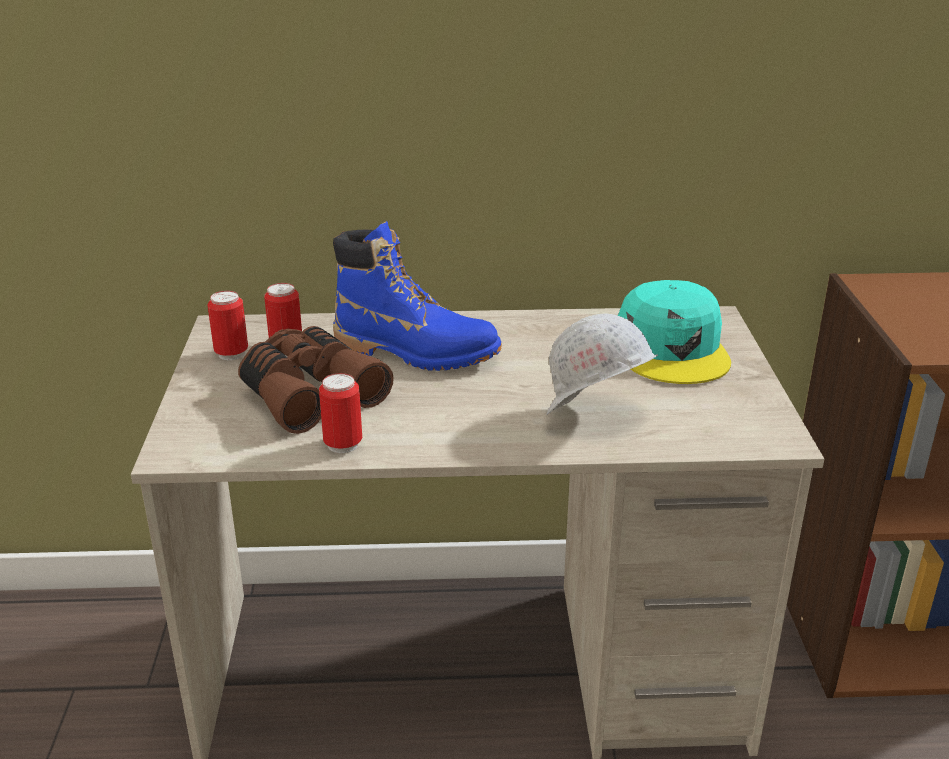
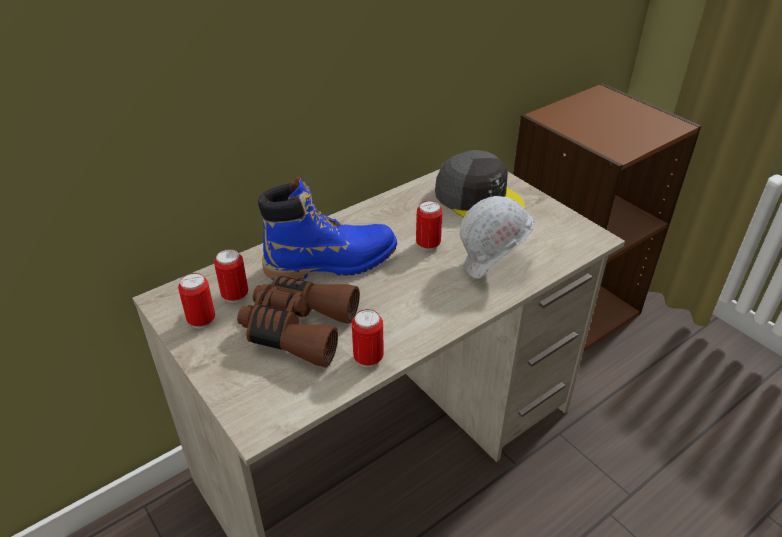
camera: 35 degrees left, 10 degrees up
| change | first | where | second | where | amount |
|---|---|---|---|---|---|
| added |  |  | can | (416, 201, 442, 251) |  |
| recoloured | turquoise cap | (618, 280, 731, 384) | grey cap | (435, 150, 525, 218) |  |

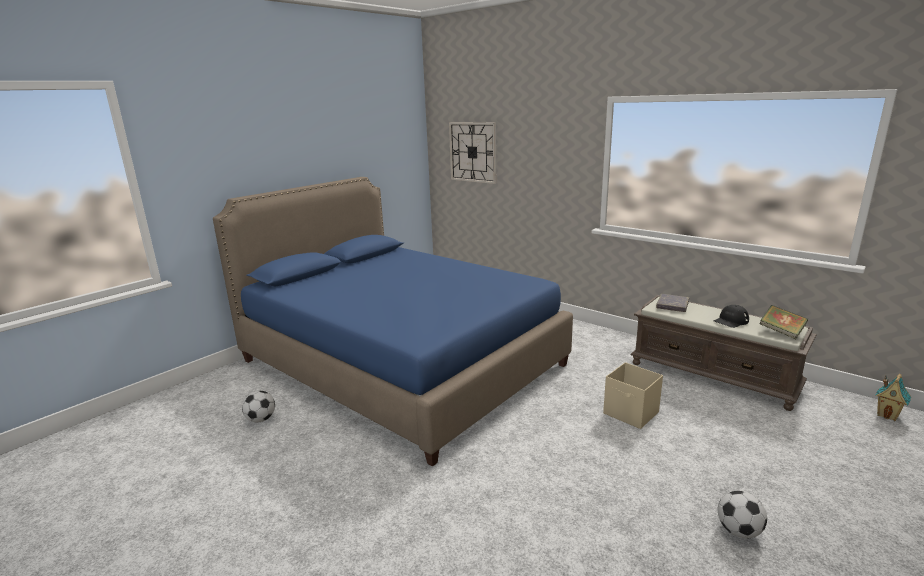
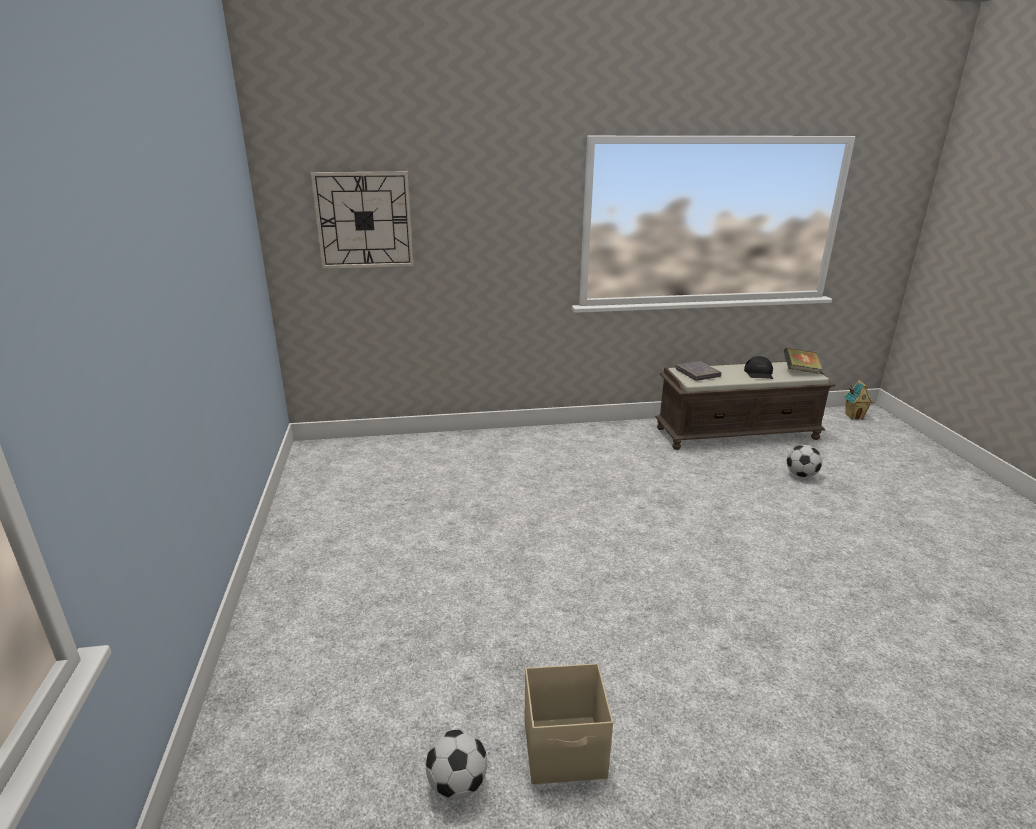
camera: 50 degrees left, 5 degrees up
| change | first | where | second | where | amount |
|---|---|---|---|---|---|
| moved | beige storage box | (603, 362, 663, 429) |  | (525, 663, 613, 784) |  |
| moved | football | (718, 491, 767, 538) |  | (787, 445, 822, 478) |  |
| removed | blue bed | (213, 177, 573, 467) |  |  |  |

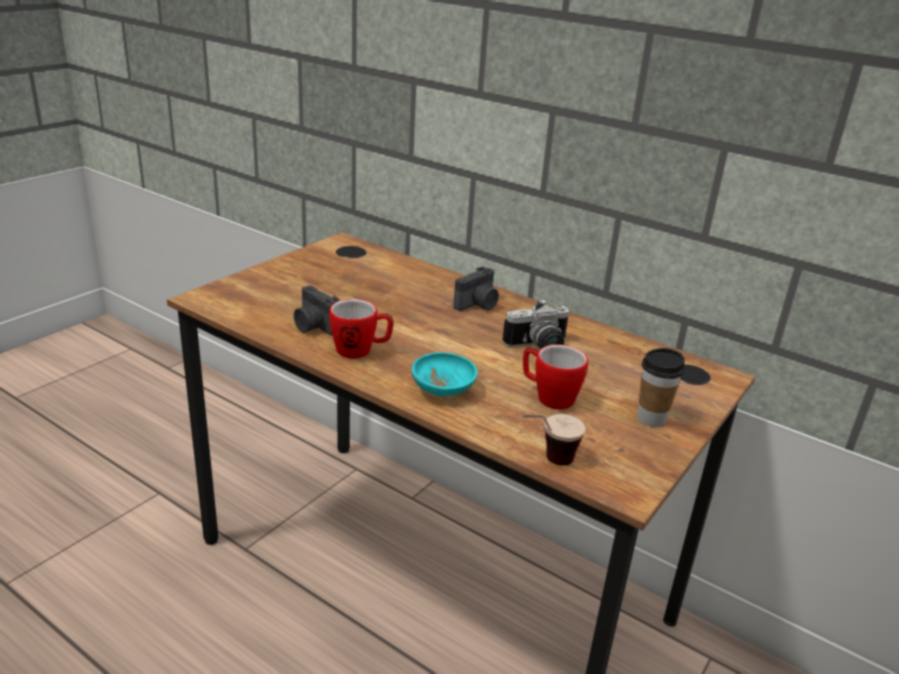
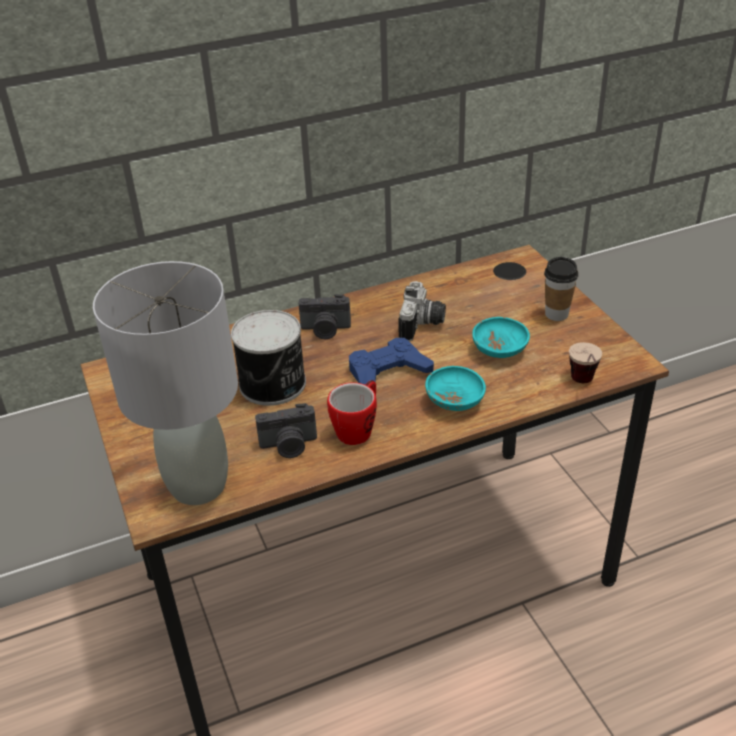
camera: 55 degrees left, 10 degrees up
| change | first | where | second | where | amount |
|---|---|---|---|---|---|
| added |  |  | grey table lamp | (93, 261, 238, 505) |  |
| added |  |  | can | (231, 310, 306, 406) |  |
| turned | photo camera | (453, 266, 499, 311) |  | (299, 294, 351, 339) | 105 degrees clockwise |
| added |  |  | blue game controller | (349, 338, 434, 385) |  |
| replaced | mug | (523, 344, 588, 409) | turquoise bowl | (472, 317, 530, 358) |  |

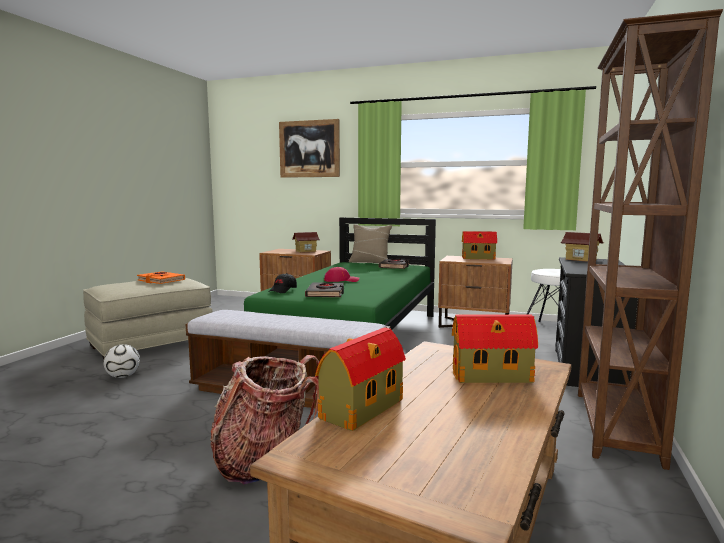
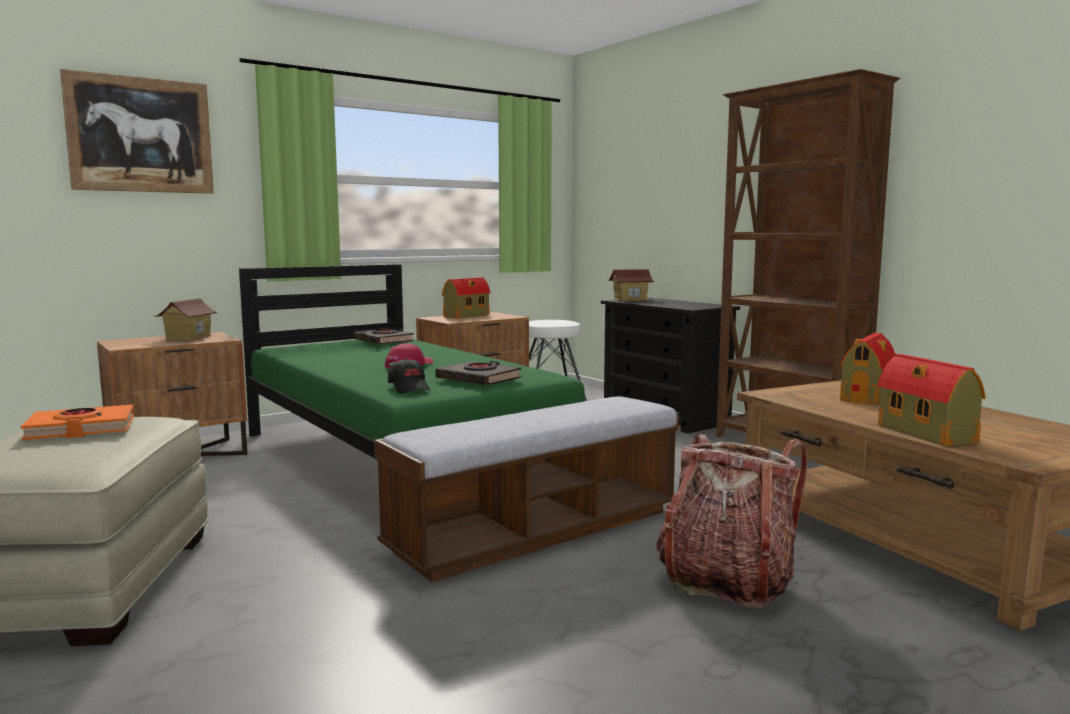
camera: 55 degrees left, 0 degrees up
| change | first | where | second | where | amount |
|---|---|---|---|---|---|
| removed | football | (103, 344, 140, 378) |  |  |  |
| removed | beige pillow | (349, 224, 392, 263) |  |  |  |

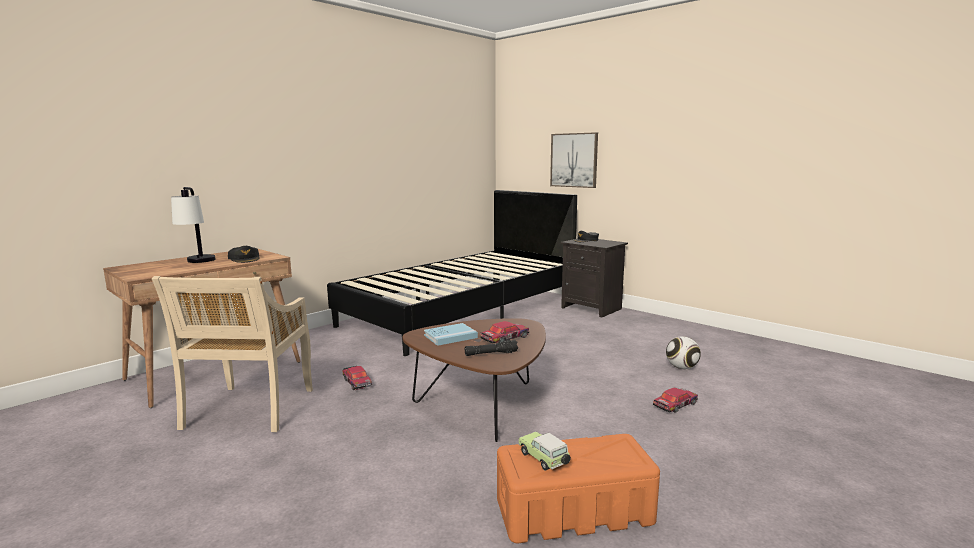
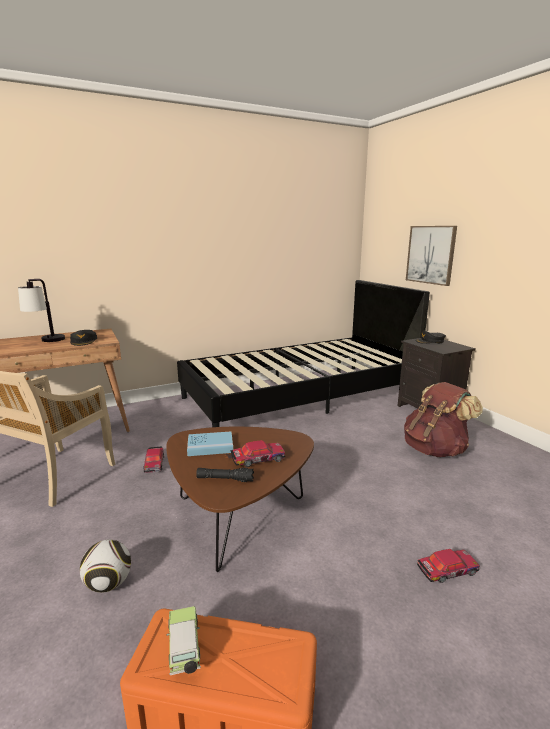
camera: 20 degrees right, 5 degrees up
| change | first | where | second | where | amount |
|---|---|---|---|---|---|
| moved | football | (666, 336, 701, 369) |  | (80, 539, 131, 593) |  |
| added |  |  | brown backpack | (404, 382, 483, 457) |  |

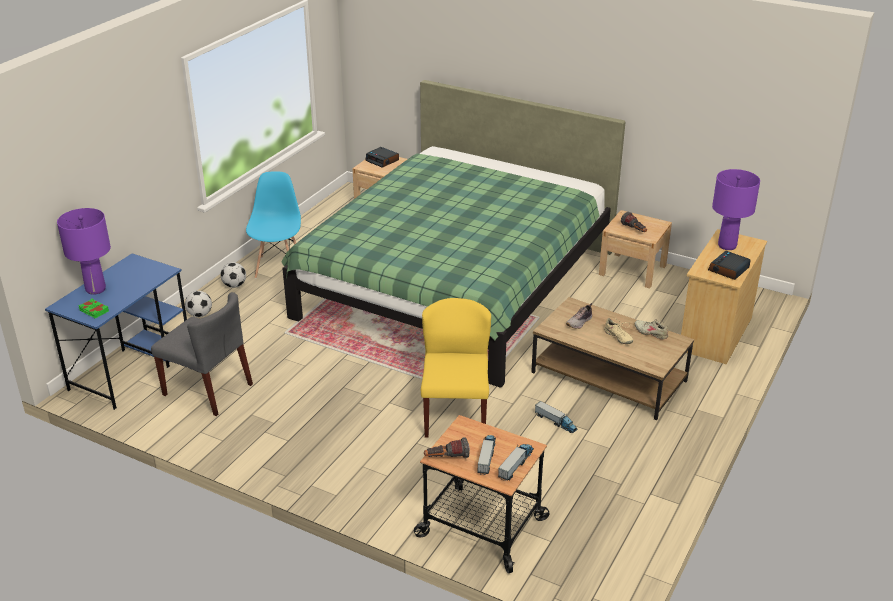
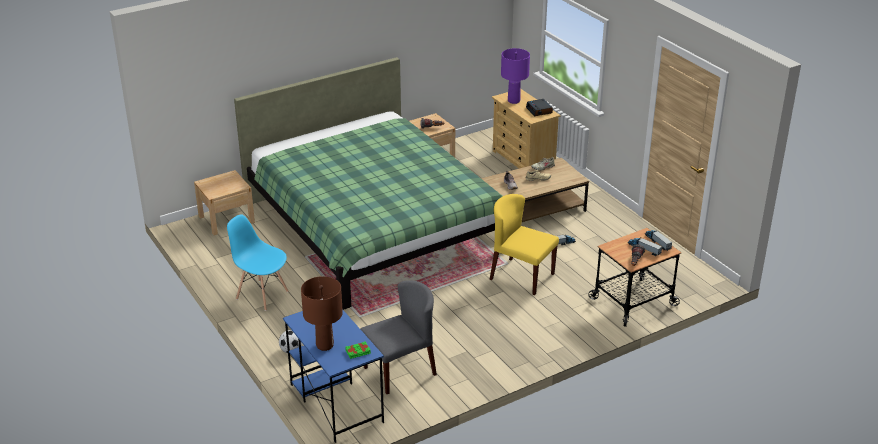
camera: 60 degrees left, 0 degrees up
| change | first | where | second | where | amount |
|---|---|---|---|---|---|
| recoloured | purple table lamp | (57, 208, 111, 295) | brown table lamp | (301, 276, 343, 351) |  |
| removed | football | (221, 262, 246, 288) |  |  |  |
| removed | alarm clock | (366, 147, 399, 168) |  |  |  |

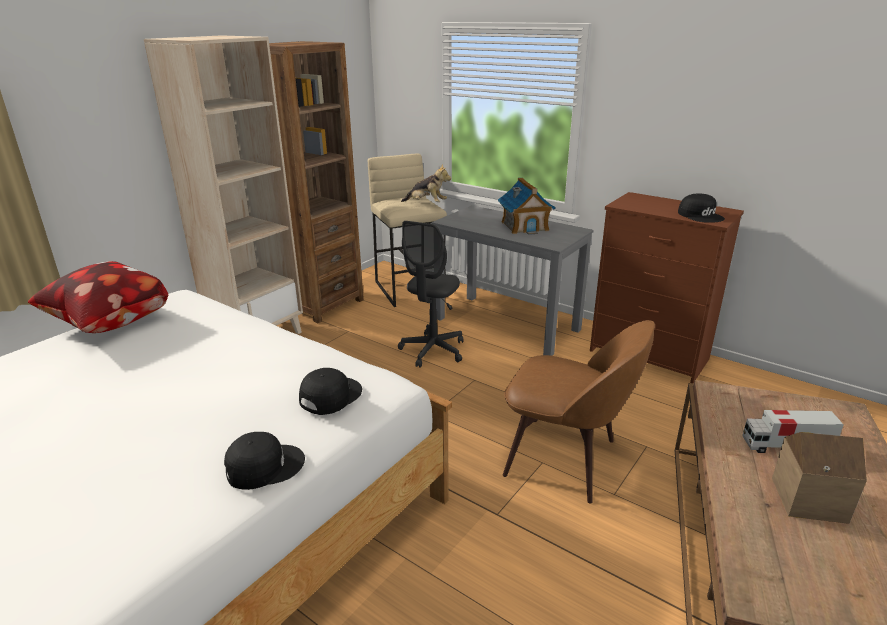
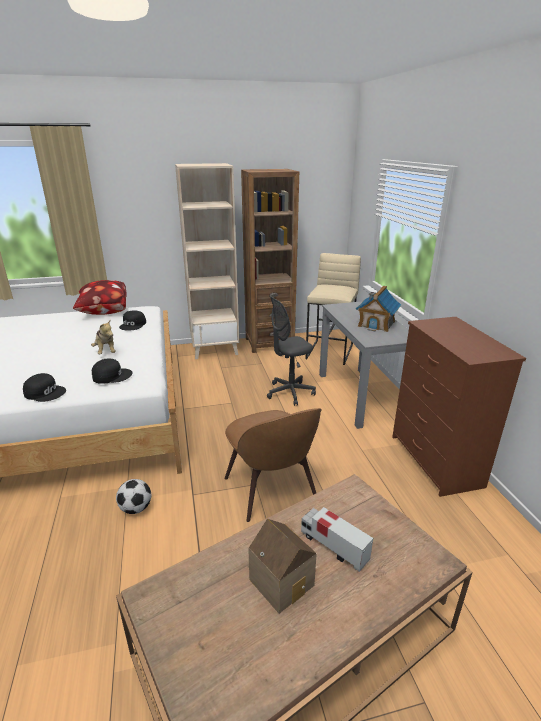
camera: 40 degrees right, 0 degrees up
| change | first | where | second | where | amount |
|---|---|---|---|---|---|
| moved | plush toy | (401, 164, 451, 202) |  | (91, 320, 116, 354) |  |
| added |  |  | football | (116, 479, 151, 514) |  |
| moved | black cap | (678, 193, 725, 223) |  | (119, 311, 146, 330) |  |

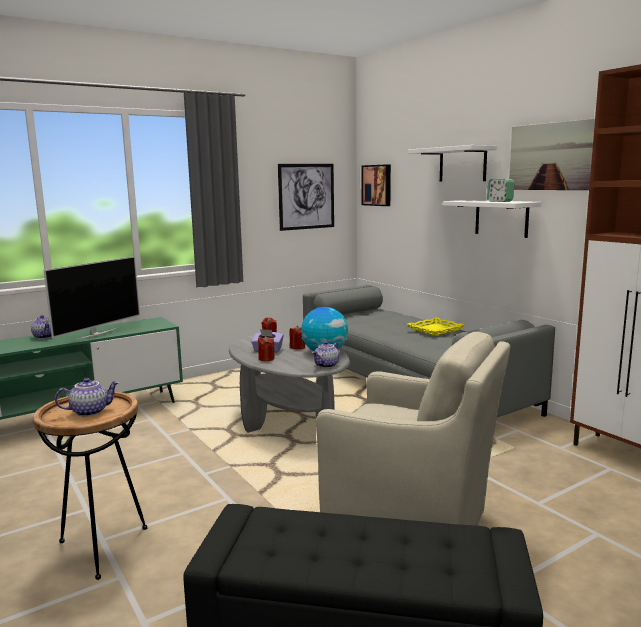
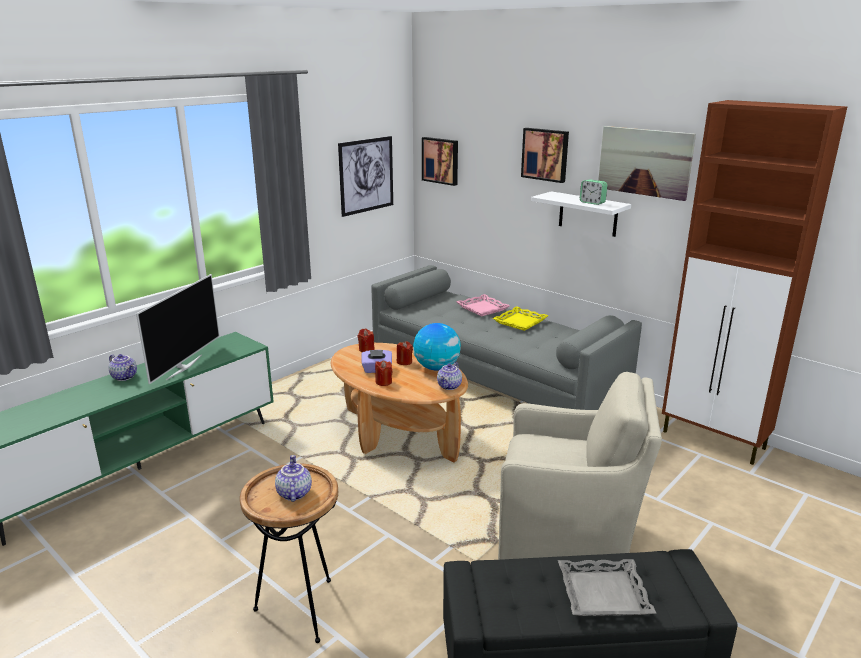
camera: 15 degrees left, 10 degrees up
| change | first | where | second | where | amount |
|---|---|---|---|---|---|
| turned | teapot | (55, 378, 119, 417) |  | (275, 455, 312, 502) | 60 degrees counterclockwise |
| recoloured | grey coffee table | (229, 334, 350, 433) | brown coffee table | (331, 343, 468, 462) |  |
| added |  |  | pink tray | (457, 294, 510, 317) |  |
| replaced | white shelf | (408, 145, 497, 182) | picture | (521, 128, 569, 183) |  |
| added |  |  | grey tray | (558, 559, 656, 616) |  |

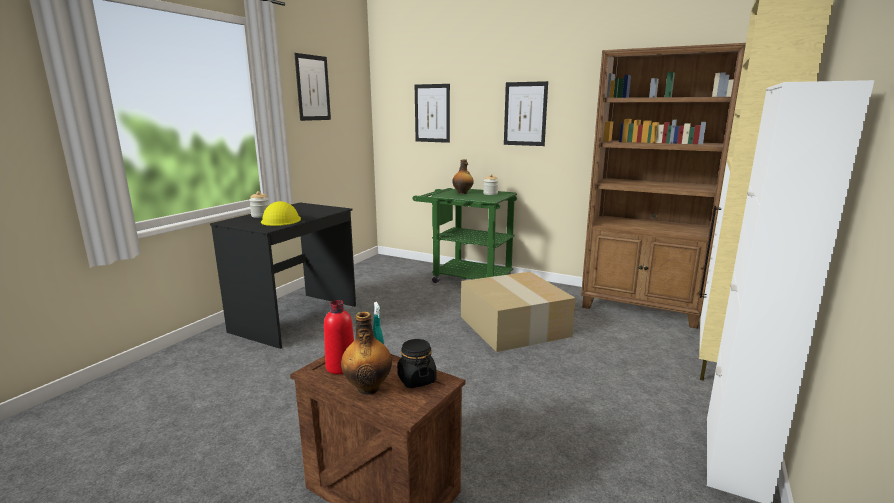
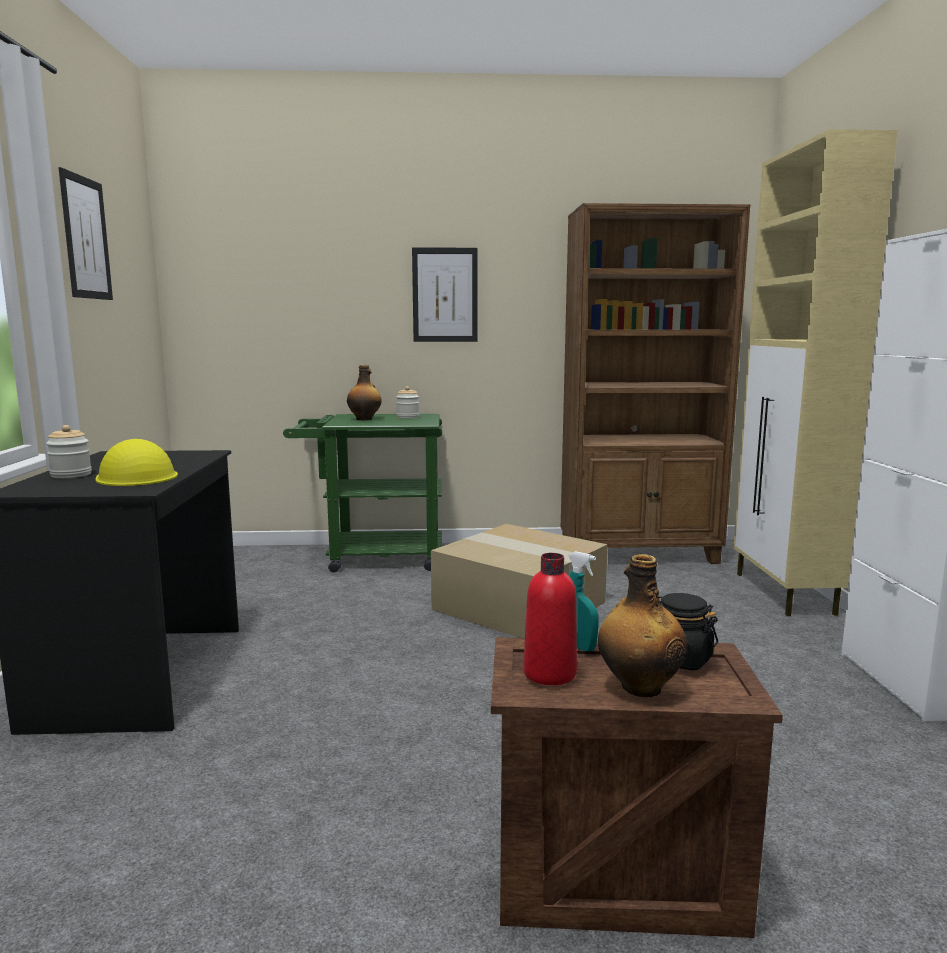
camera: 30 degrees left, 5 degrees down
| change | first | where | second | where | amount |
|---|---|---|---|---|---|
| removed | picture | (415, 84, 450, 143) |  |  |  |

